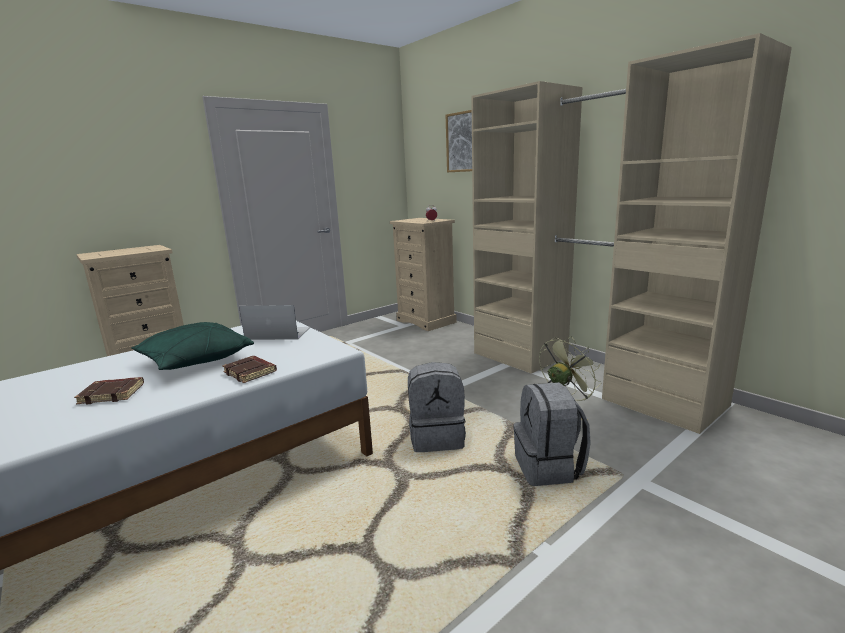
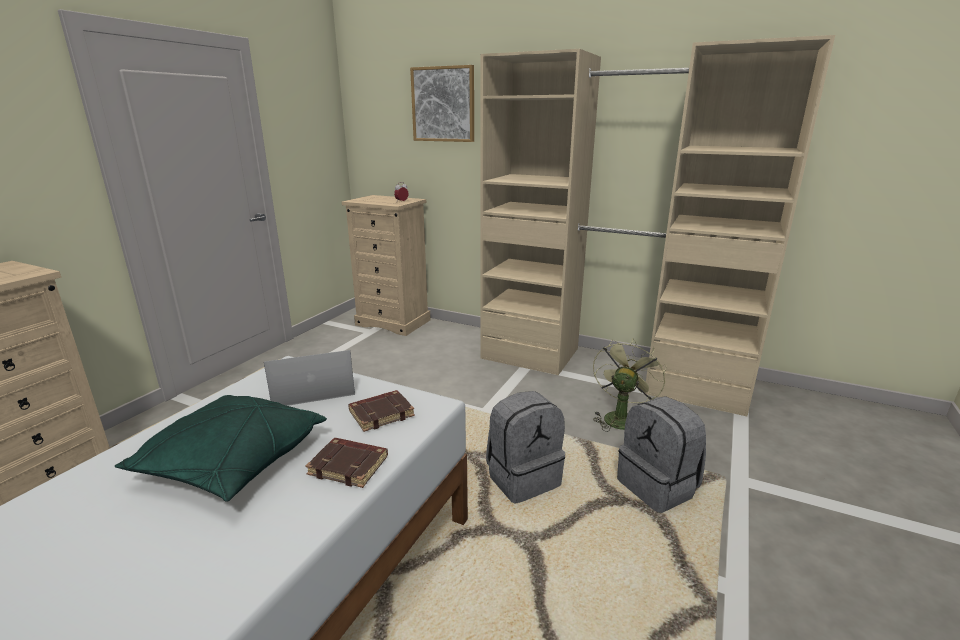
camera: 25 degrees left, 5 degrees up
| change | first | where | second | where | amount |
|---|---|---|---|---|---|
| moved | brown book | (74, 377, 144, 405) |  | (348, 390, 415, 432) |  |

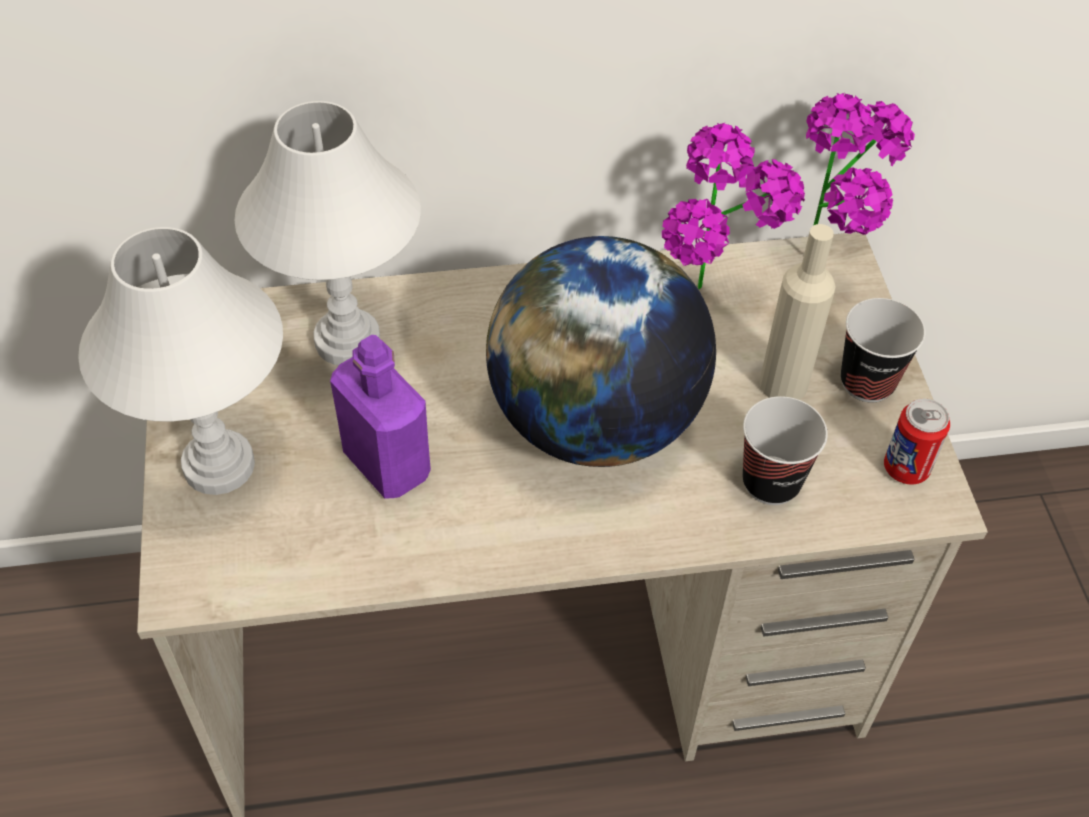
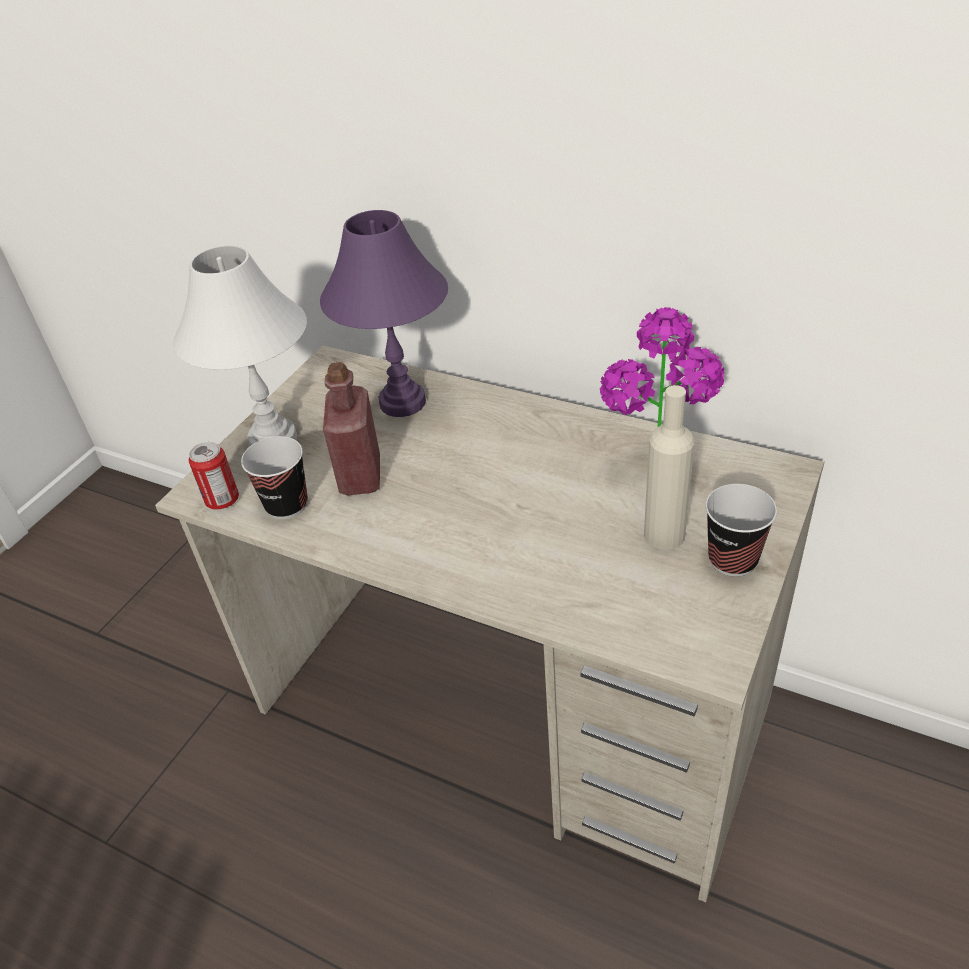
camera: 40 degrees right, 10 degrees down
| change | first | where | second | where | amount |
|---|---|---|---|---|---|
| moved | can | (884, 399, 950, 484) |  | (189, 442, 239, 510) |  |
| moved | cup | (743, 396, 828, 505) |  | (241, 436, 308, 519) |  |
| recoloured | white table lamp | (234, 101, 421, 365) | purple table lamp | (320, 210, 448, 417) |  |
| recoloured | purple bottle | (330, 335, 431, 499) | red bottle | (323, 362, 380, 495) |  |
| removed | globe | (486, 236, 716, 467) |  |  |  |
| removed | potted plant | (806, 93, 915, 235) |  |  |  |

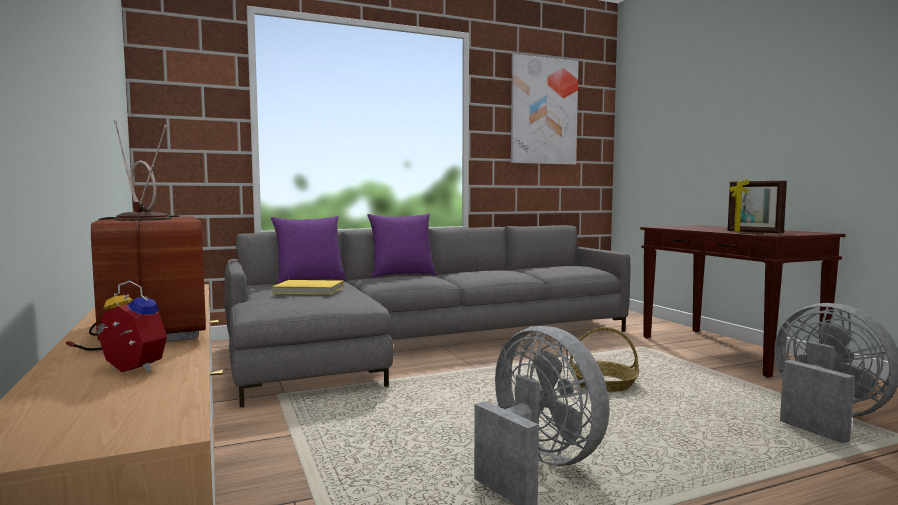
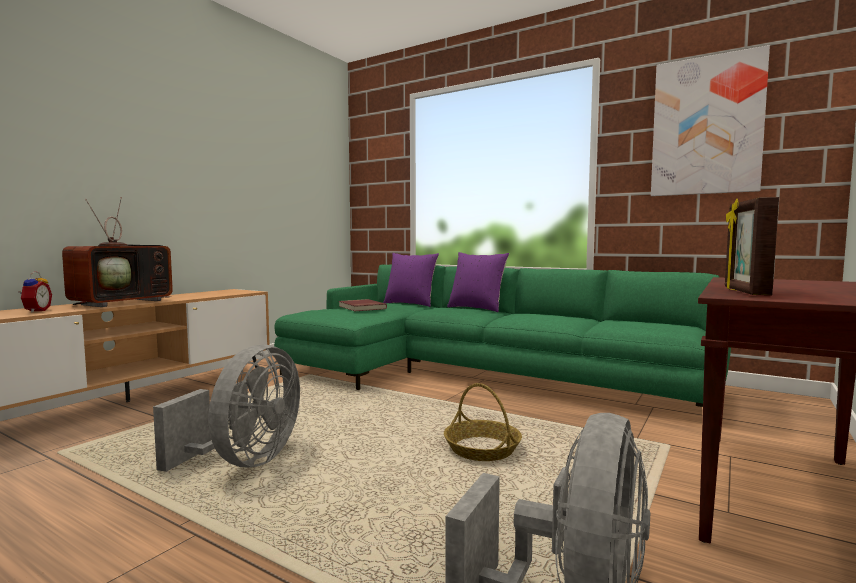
camera: 55 degrees right, 0 degrees up
| change | first | where | second | where | amount |
|---|---|---|---|---|---|
| recoloured | grey sofa | (225, 225, 631, 408) | green sofa | (274, 264, 731, 407) |  |
| recoloured | yellow book | (272, 280, 344, 295) | red book | (339, 299, 387, 311) |  |

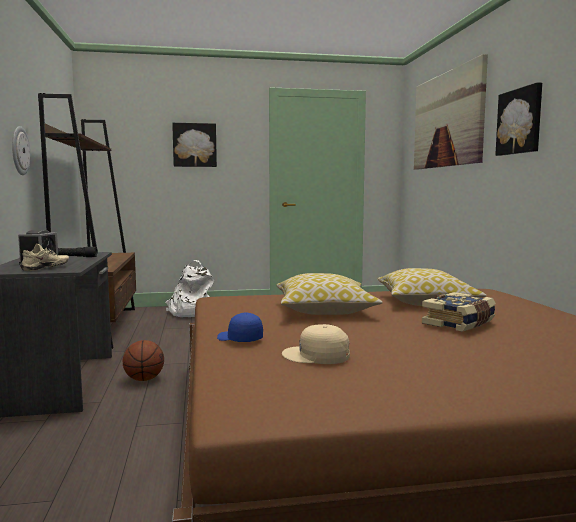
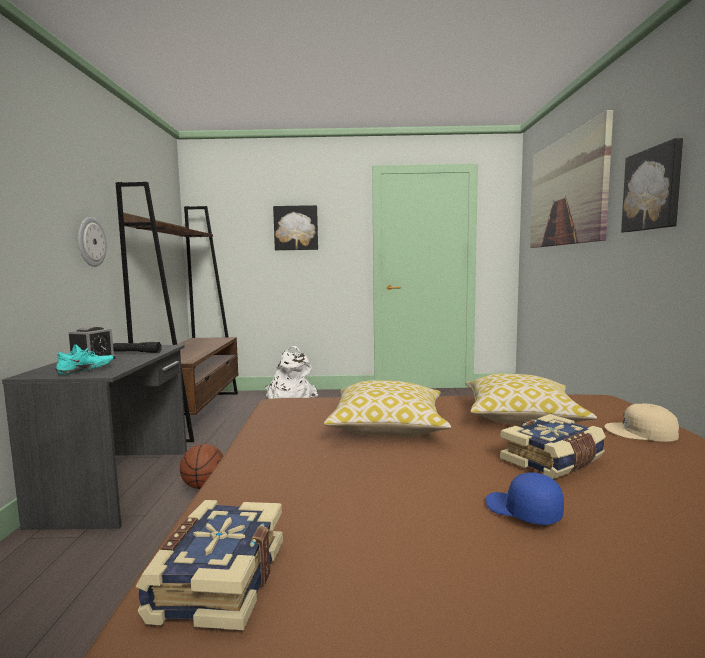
camera: 10 degrees right, 0 degrees up
| change | first | where | second | where | amount |
|---|---|---|---|---|---|
| recoloured | beige shoe | (20, 244, 69, 271) | turquoise shoe | (55, 344, 114, 375) |  |
| added |  |  | book | (136, 500, 283, 631) |  |
| moved | blue cap | (217, 312, 263, 342) |  | (486, 472, 564, 525) |  |
| moved | beige cap | (282, 324, 350, 364) |  | (604, 404, 679, 442) |  |

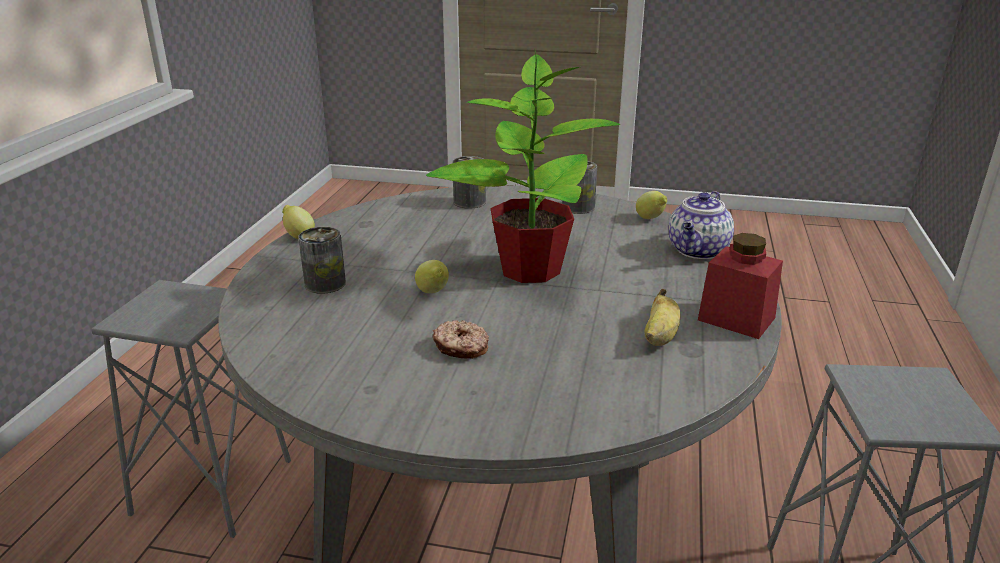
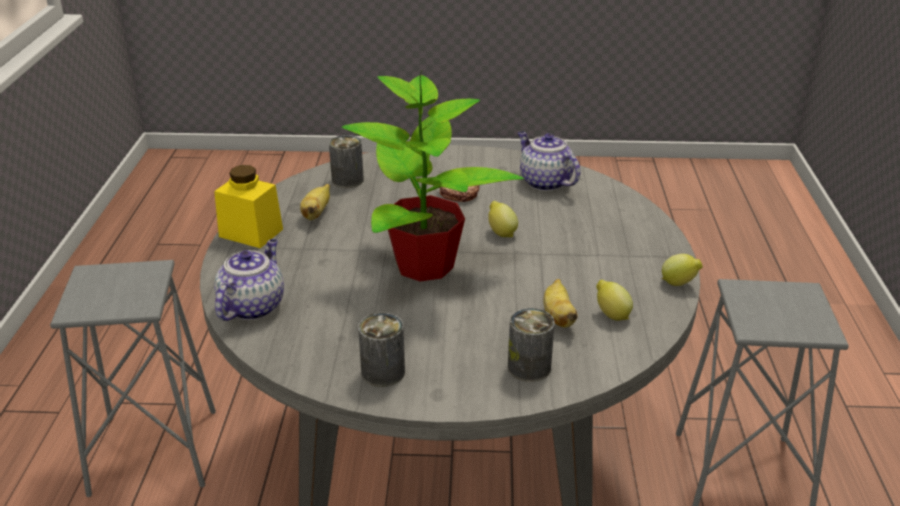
camera: 170 degrees right, 5 degrees up
| change | first | where | second | where | amount |
|---|---|---|---|---|---|
| recoloured | red jar | (698, 233, 783, 339) | yellow jar | (214, 165, 283, 248) |  |
| moved | can | (298, 227, 346, 294) |  | (329, 135, 364, 188) |  |
| added |  |  | teapot | (518, 131, 581, 191) |  |
| added |  |  | banana | (543, 279, 578, 328) |  |
| moved | lemon | (636, 191, 667, 219) |  | (596, 280, 633, 321) |  |

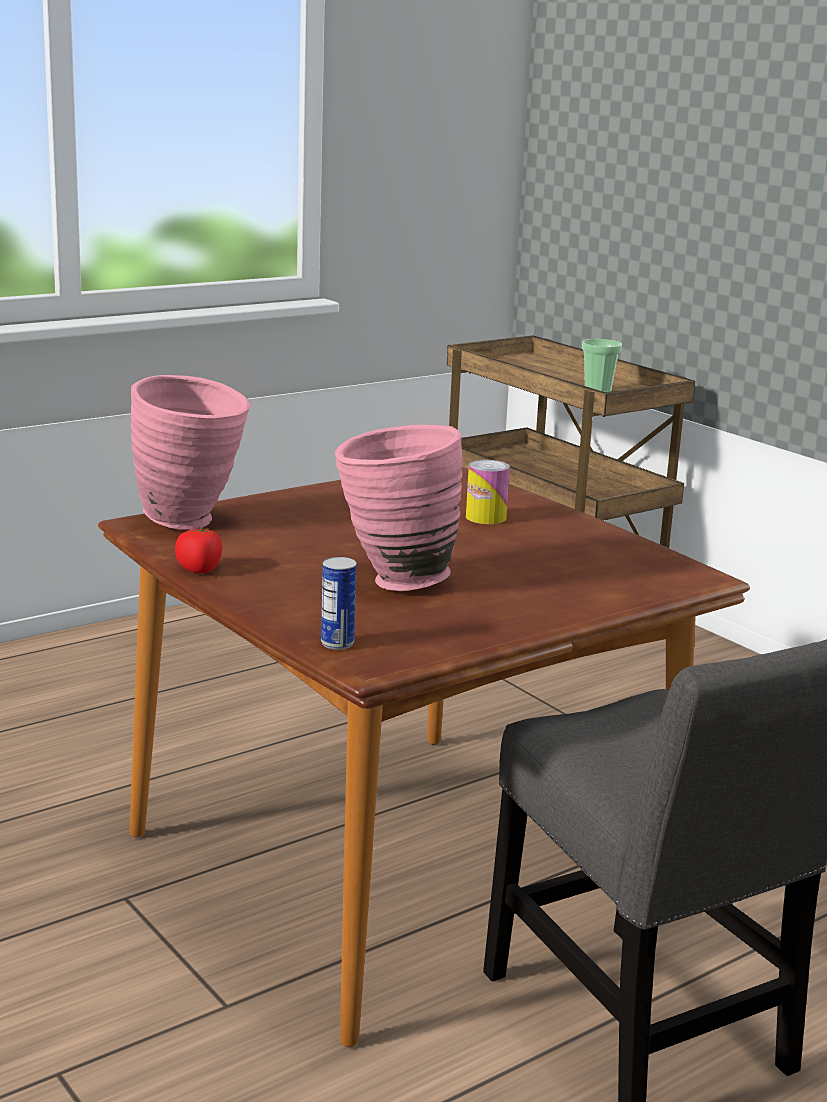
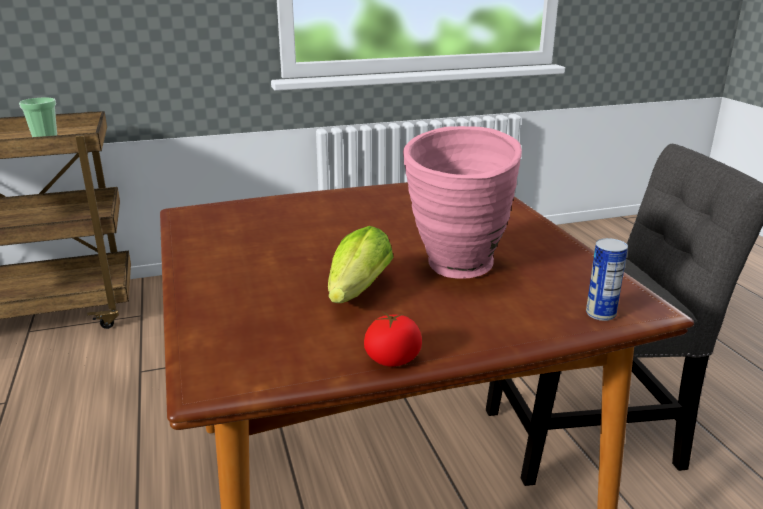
camera: 70 degrees left, 5 degrees up
| change | first | where | second | where | amount |
|---|---|---|---|---|---|
| added |  |  | lettuce | (328, 226, 394, 303) |  |
| removed | pink vase | (131, 375, 251, 530) |  |  |  |
| removed | can | (466, 460, 510, 524) |  |  |  |

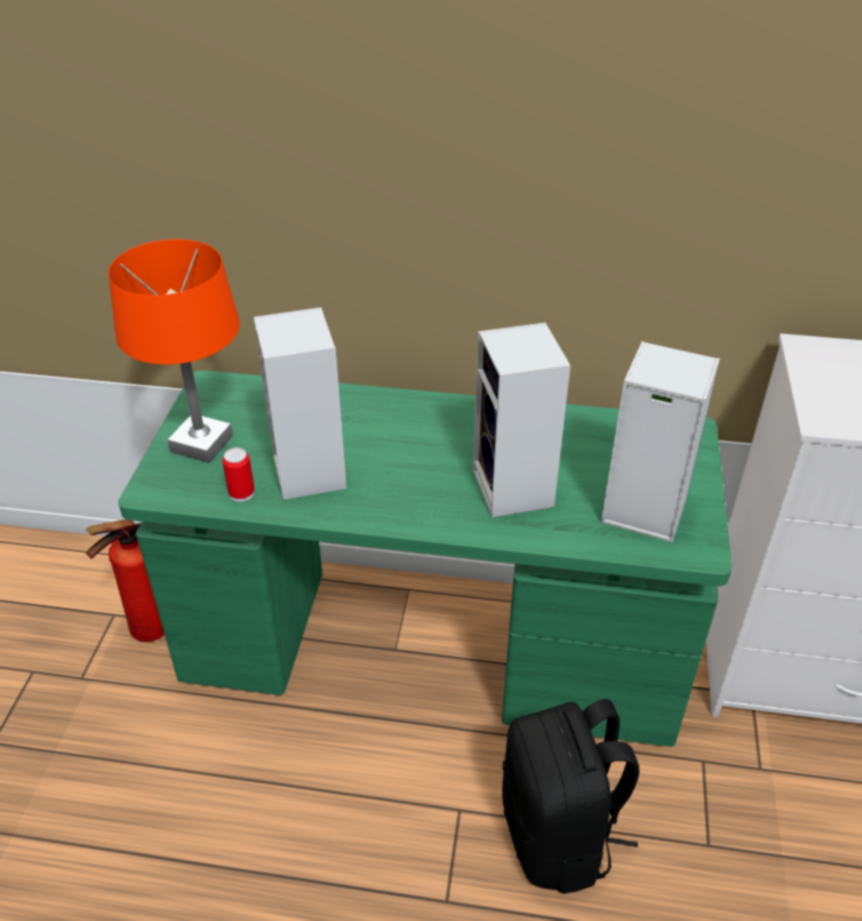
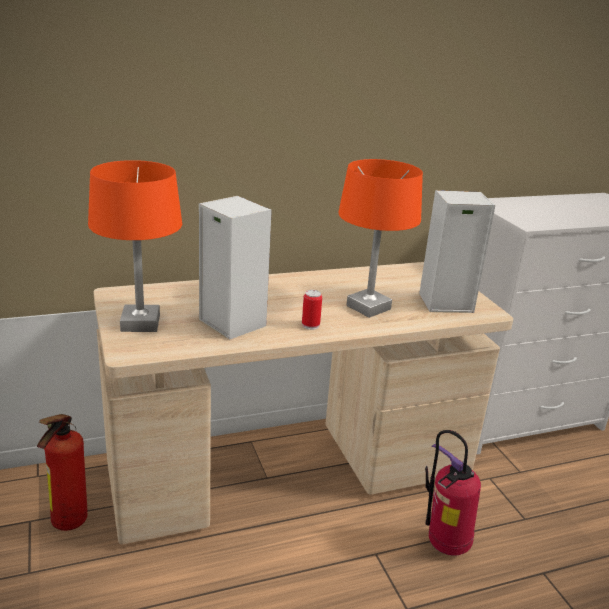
camera: 30 degrees left, 15 degrees down
| change | first | where | second | where | amount |
|---|---|---|---|---|---|
| recoloured | green desk | (118, 370, 732, 747) | beige desk | (94, 262, 513, 544) |  |
| moved | can | (222, 447, 255, 502) |  | (302, 290, 322, 330) |  |
| replaced | speaker | (473, 323, 571, 517) | orange table lamp | (338, 159, 423, 318) |  |
| replaced | black backpack | (502, 699, 640, 894) | fire extinguisher | (425, 430, 481, 555) |  |

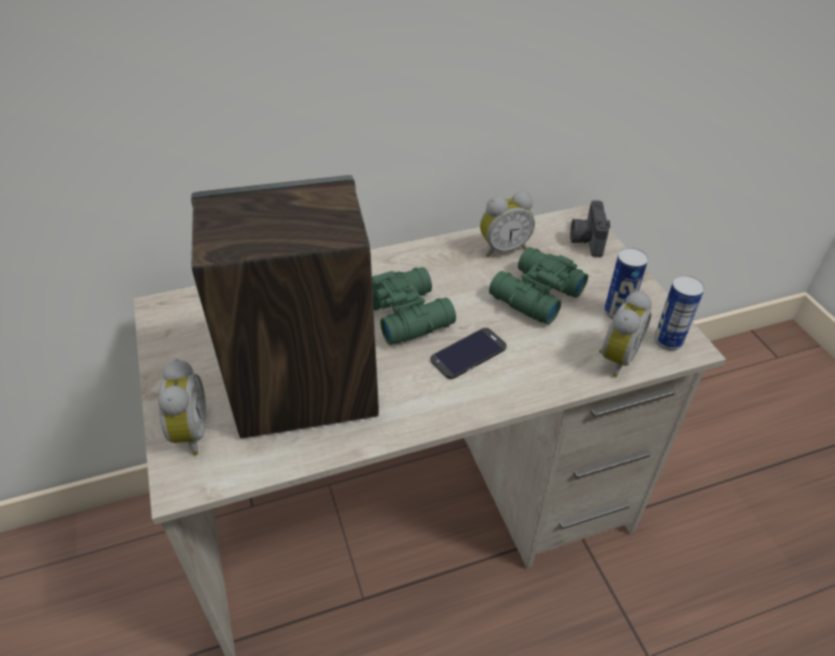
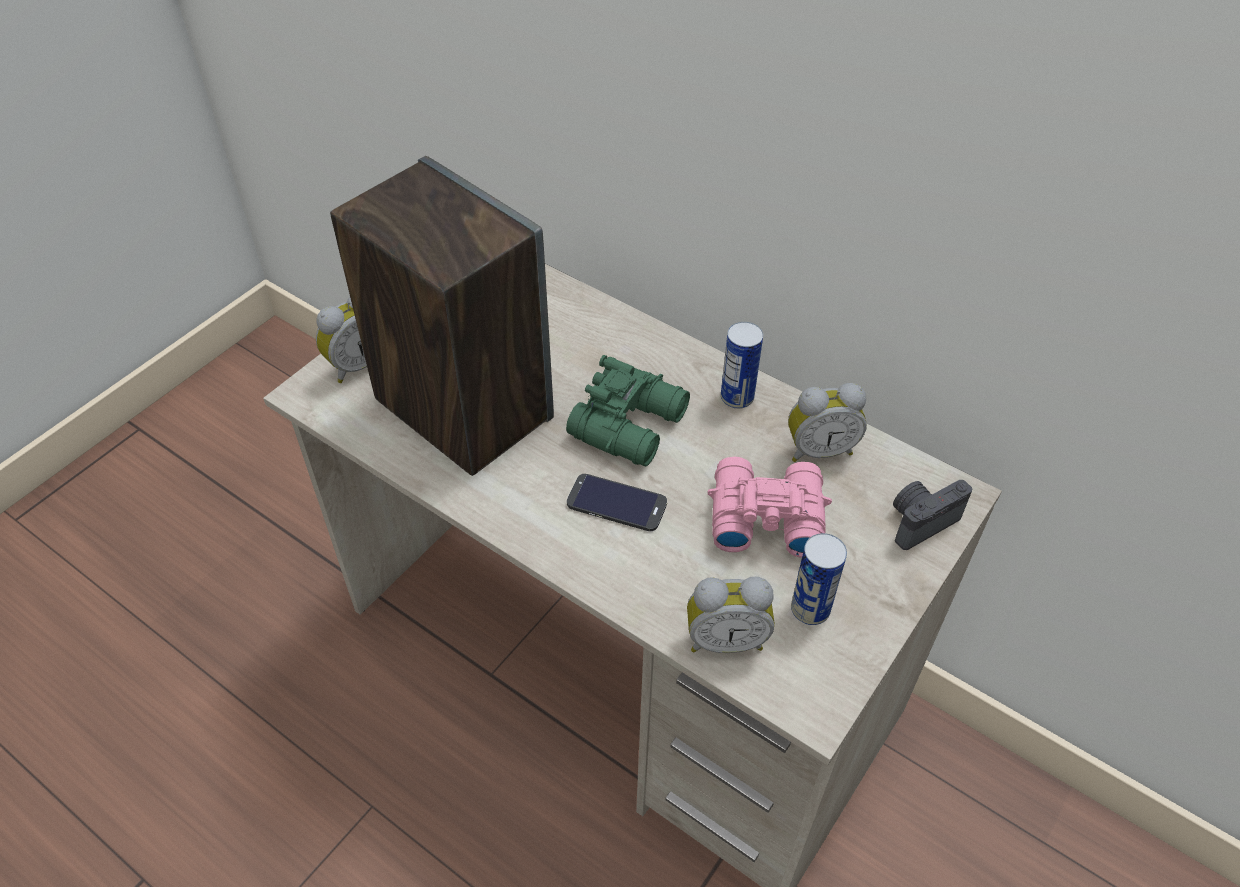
camera: 55 degrees right, 5 degrees up
| change | first | where | second | where | amount |
|---|---|---|---|---|---|
| recoloured | green binoculars | (489, 247, 588, 325) | pink binoculars | (707, 457, 832, 558) |  |
| moved | can | (654, 275, 704, 350) |  | (721, 322, 763, 409) |  |
| turned | alarm clock | (480, 192, 535, 258) |  | (788, 383, 867, 462) | 45 degrees counterclockwise |

